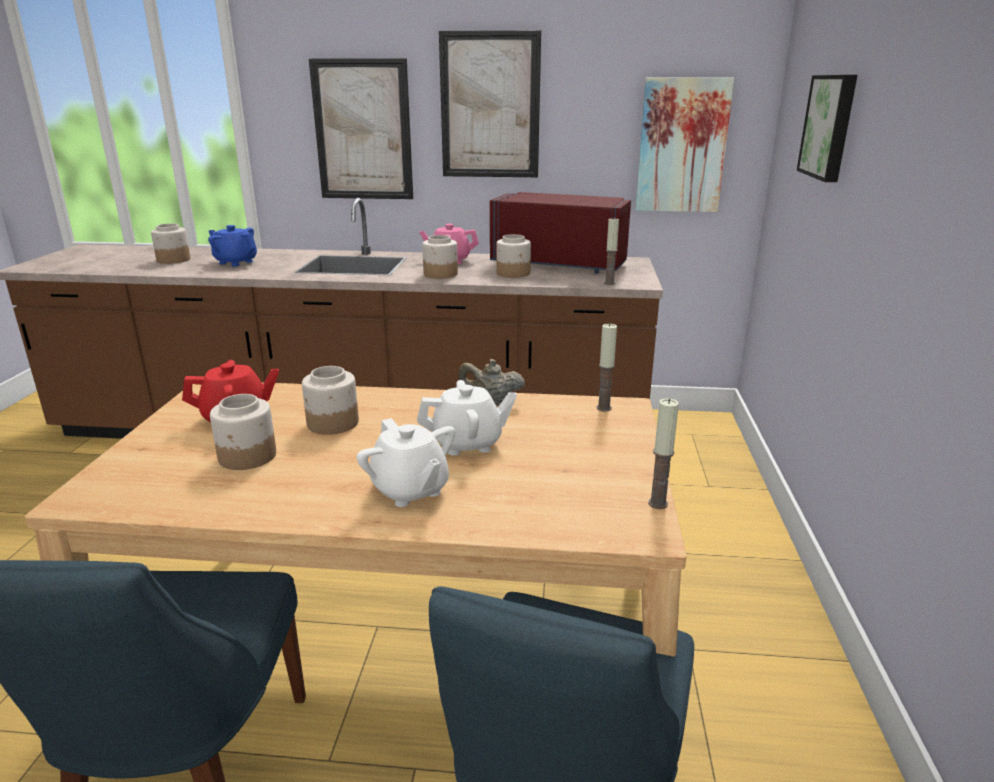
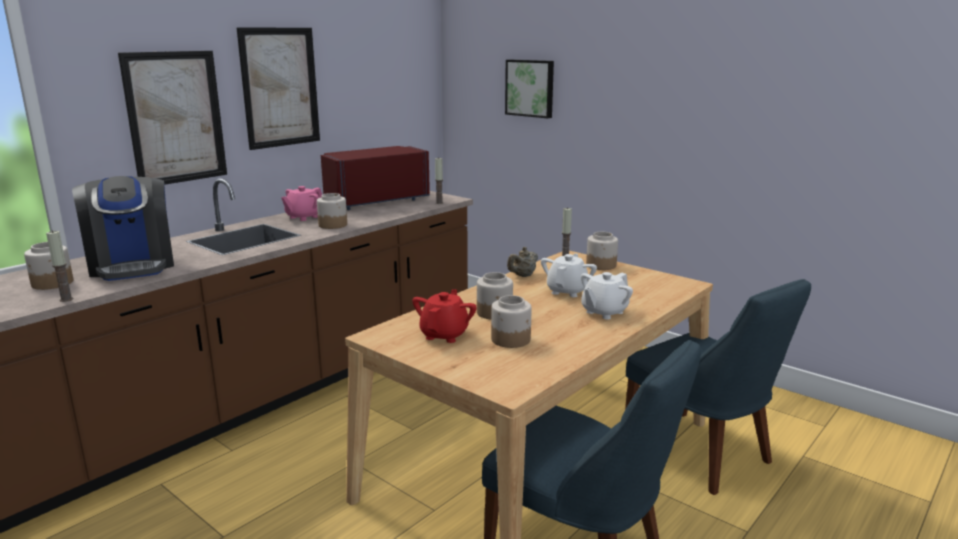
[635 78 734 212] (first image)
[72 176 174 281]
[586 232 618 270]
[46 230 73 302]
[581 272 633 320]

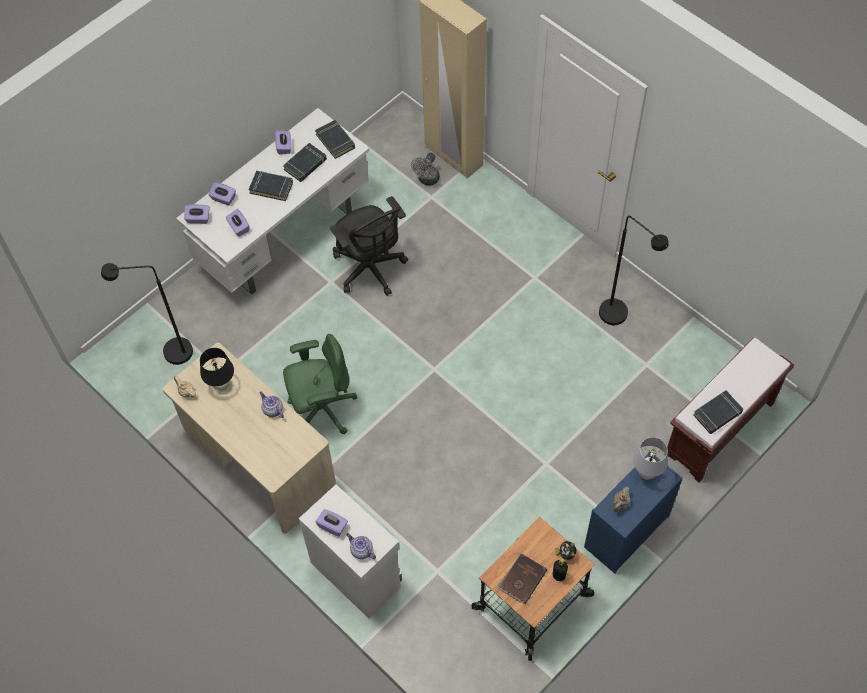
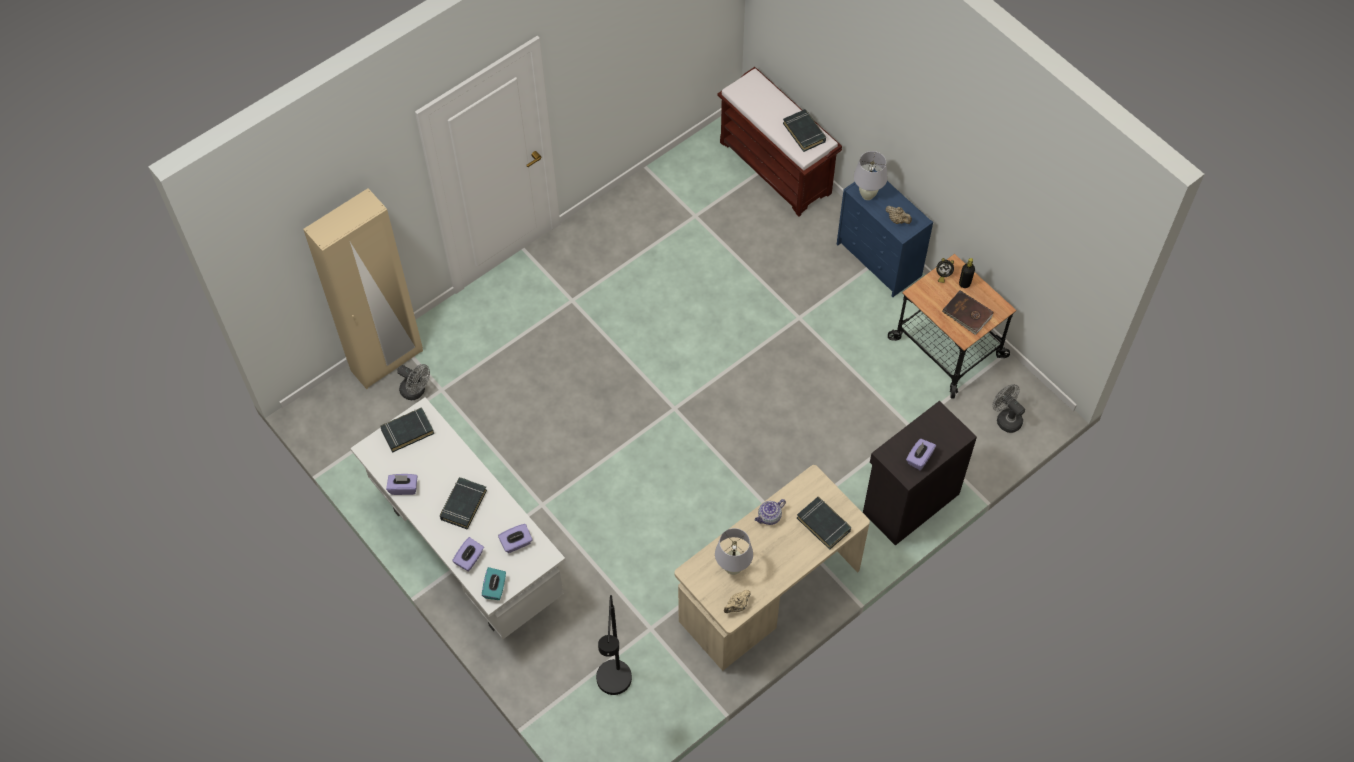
[797 497 851 549]
[330 196 408 296] (first image)
[482 567 506 600]
[599 216 669 325] (first image)
[283 334 357 434] (first image)
[715 528 753 575]
[863 401 977 546]
[346 533 376 559] (first image)
[992 384 1025 433]

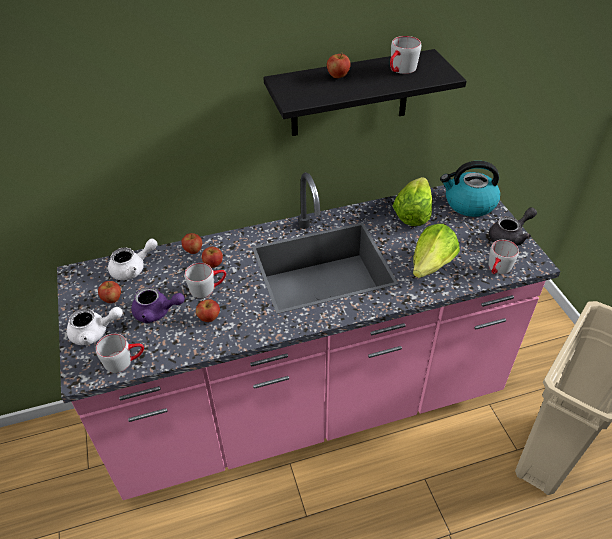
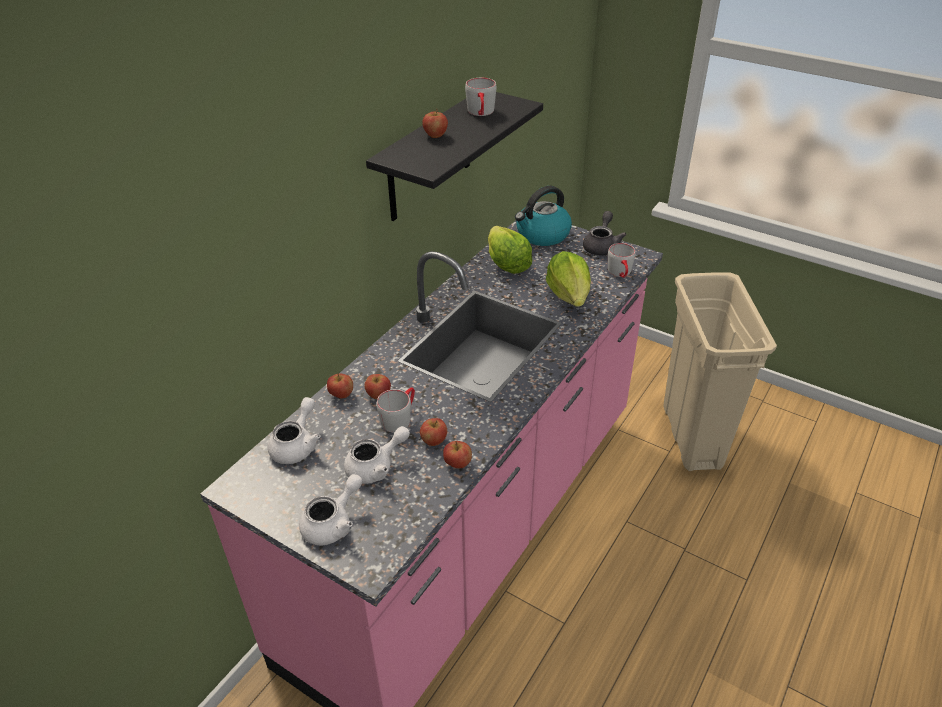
[443 441 472 468]
[344 426 410 484]
[96 334 144 373] (first image)

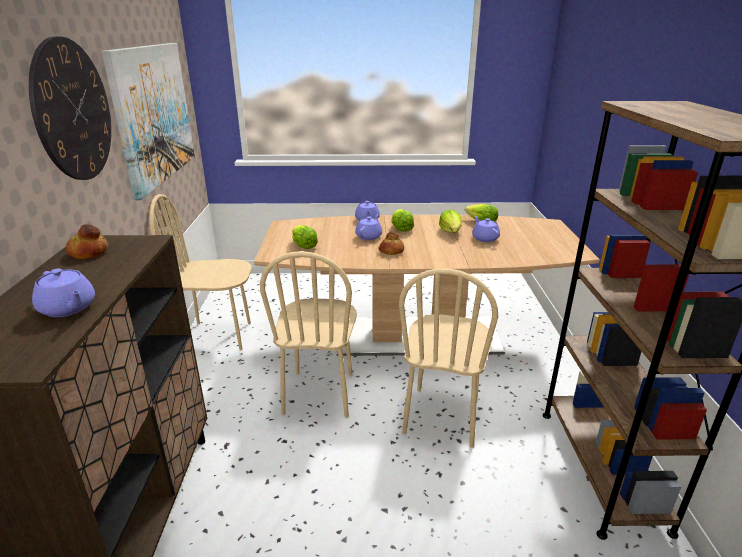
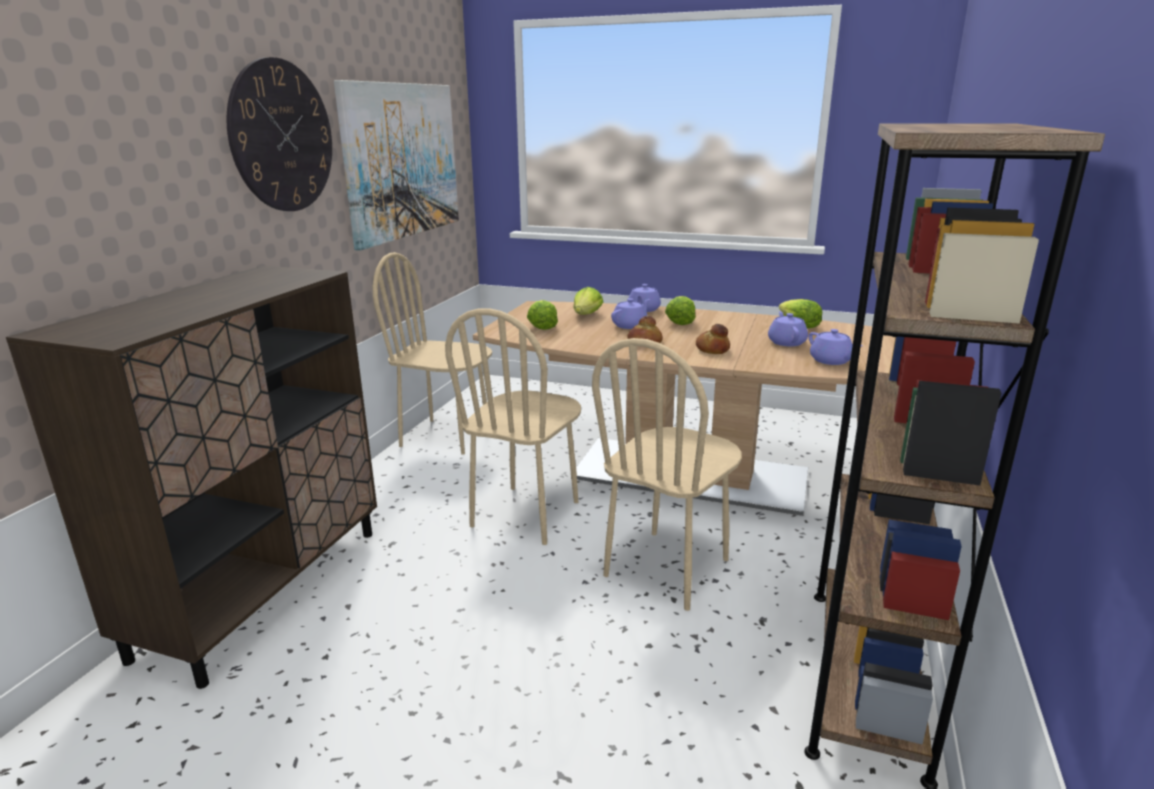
[574 287 603 315]
[696 324 730 354]
[809 329 863 365]

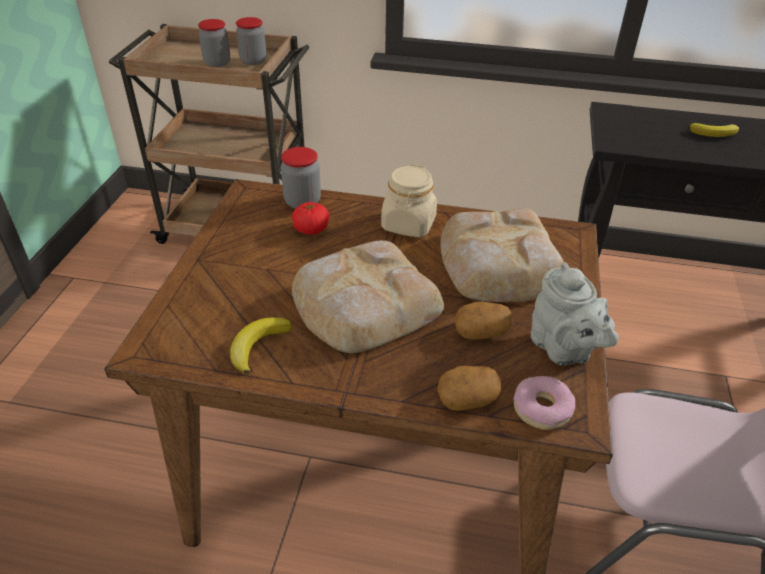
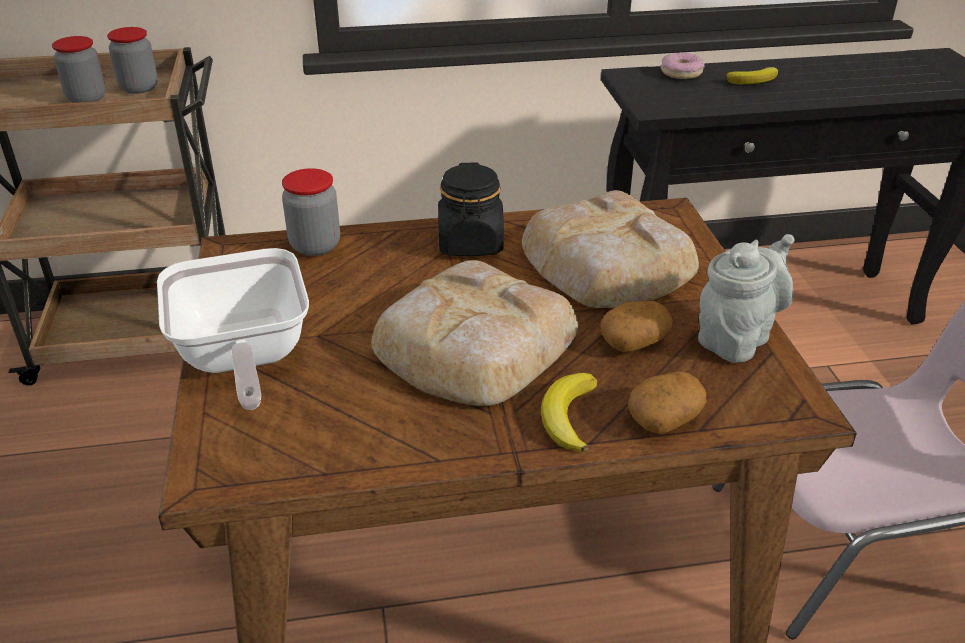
[438 163 504 256]
[292 202 330 235] (first image)
[698 234 794 363]
[541 373 598 452]
[661 52 704 79]
[157 248 309 410]

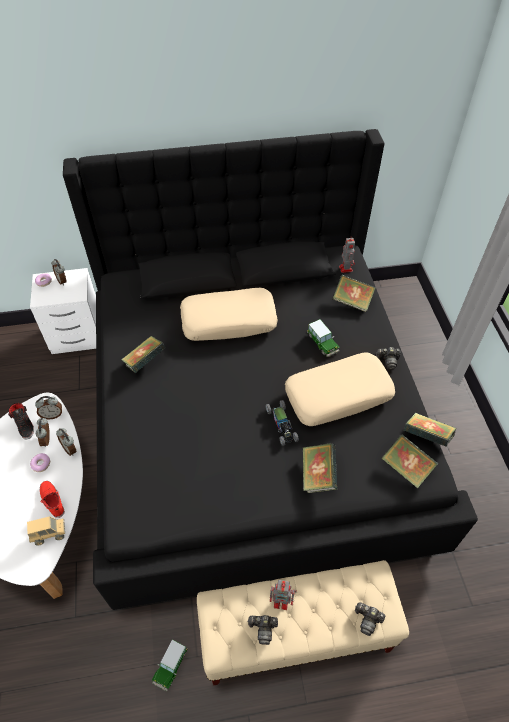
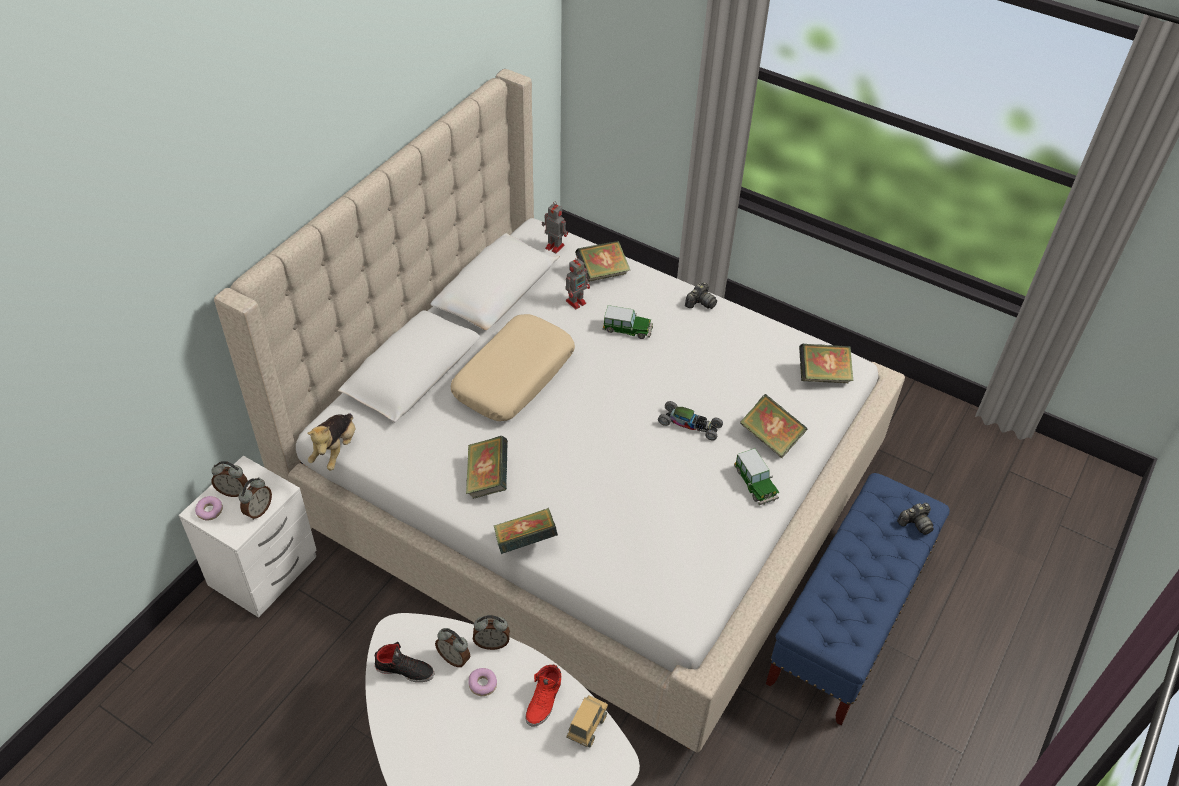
[214 69 905 752]
[285 353 395 426] (first image)
[239 477 272 520]
[494 508 558 554]
[525 664 561 727]
[766 473 950 725]
[565 257 590 309]
[248 615 278 645] (first image)
[734 448 779 505]
[307 413 356 470]

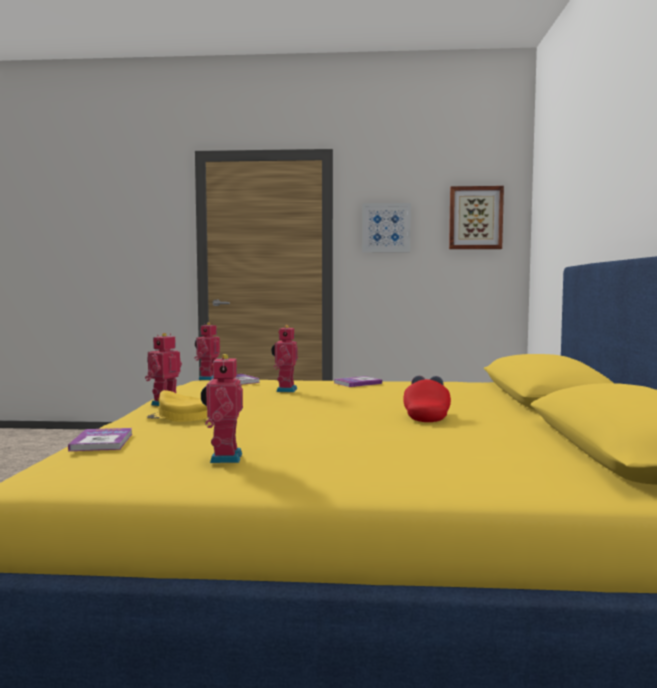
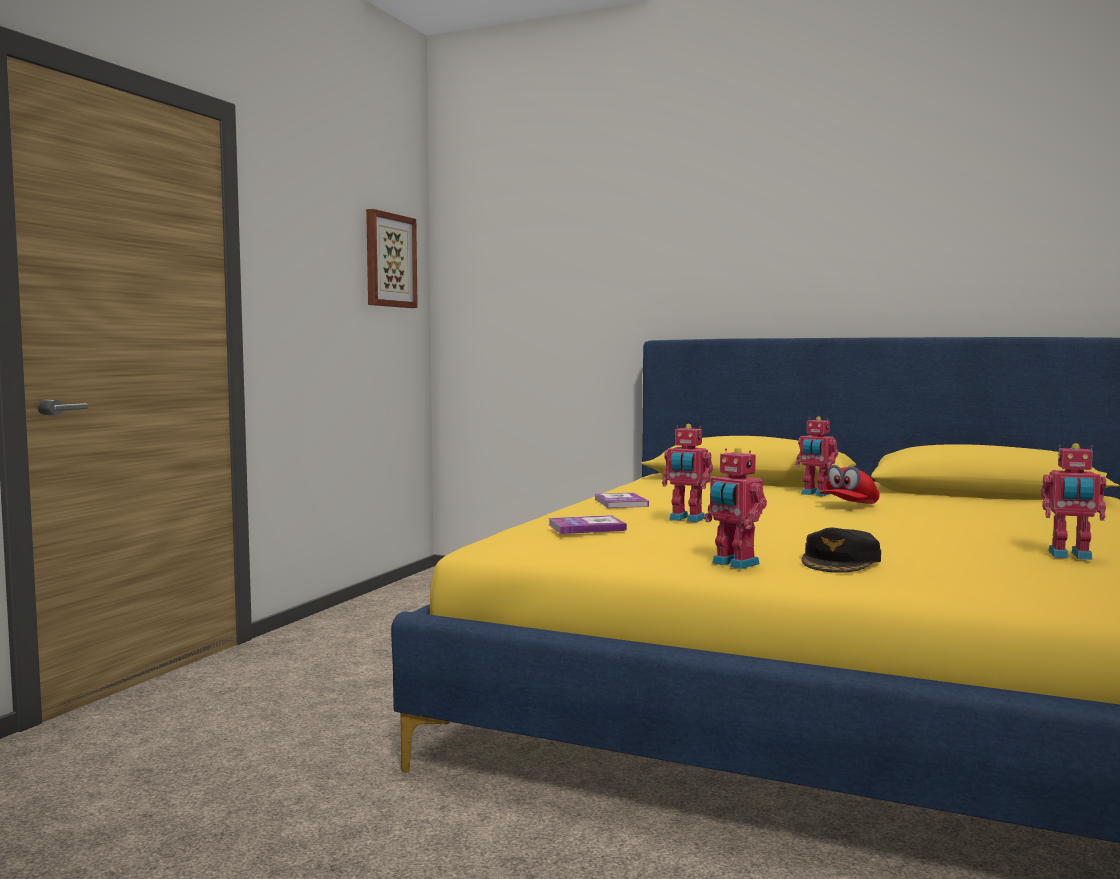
[362 203 411 252] (first image)
[795 416 838 496]
[820 465 880 504]
[802 528 881 573]
[68 428 132 451] (first image)

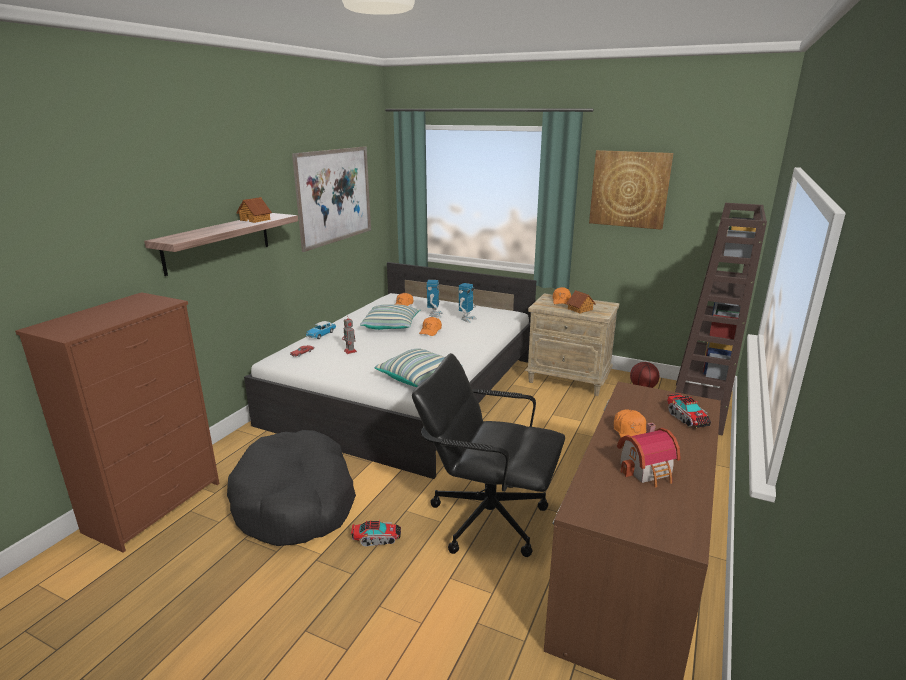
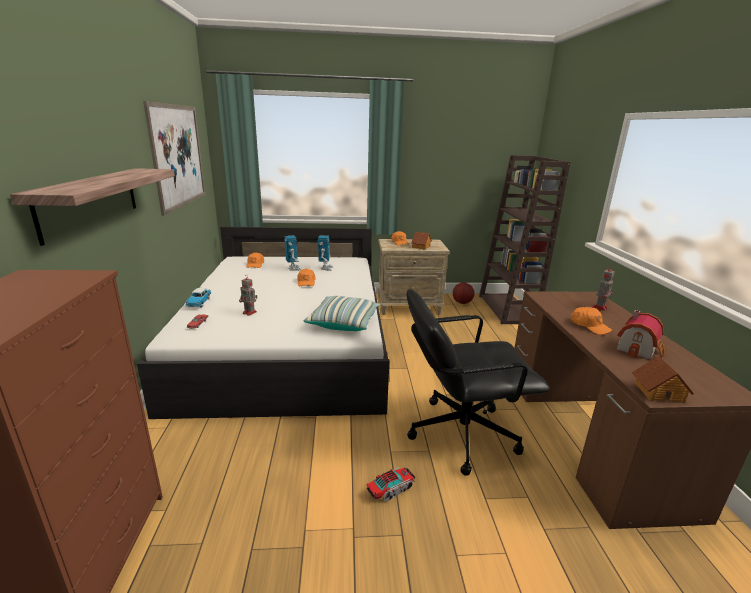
[589 150 674 230] (first image)
[632 356 694 403]
[360 304 420 330] (first image)
[592 266 615 311]
[227 430 356 546] (first image)

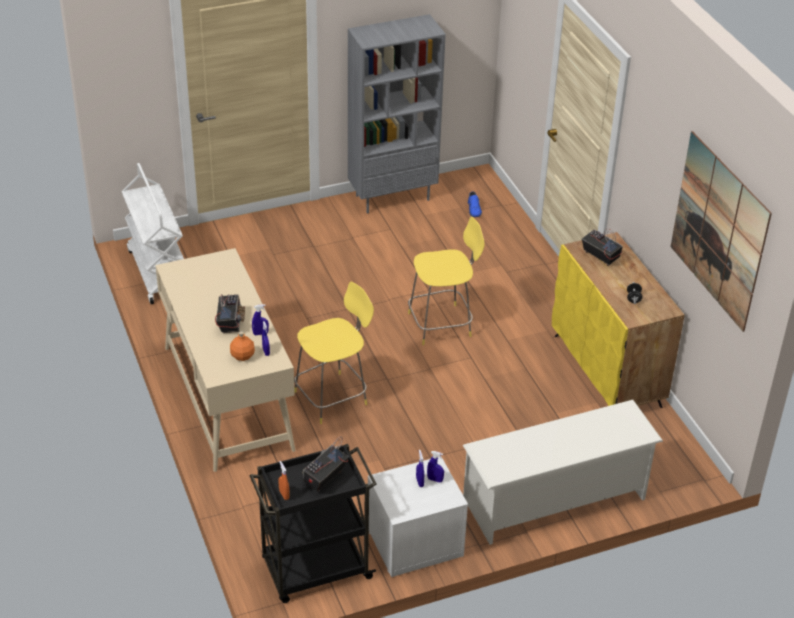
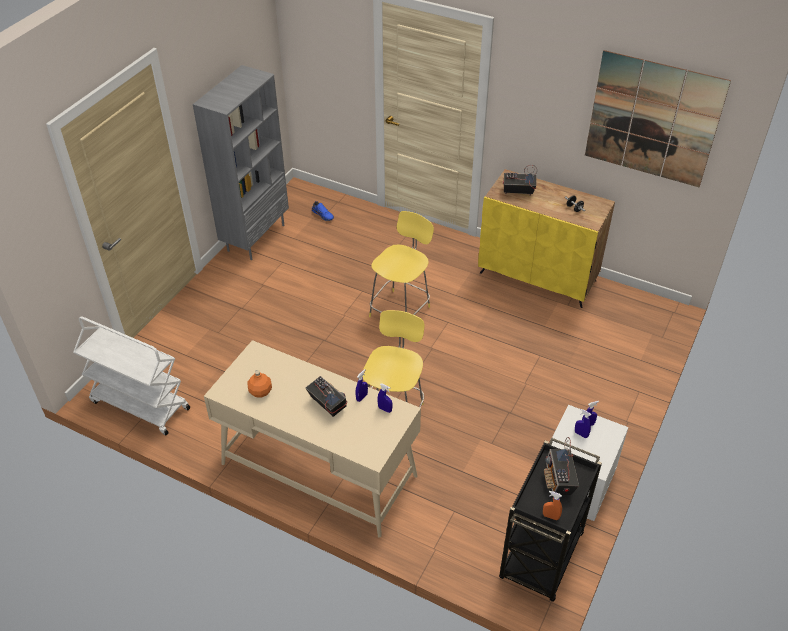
[248 370 272 398]
[463 400 663 545] (first image)

